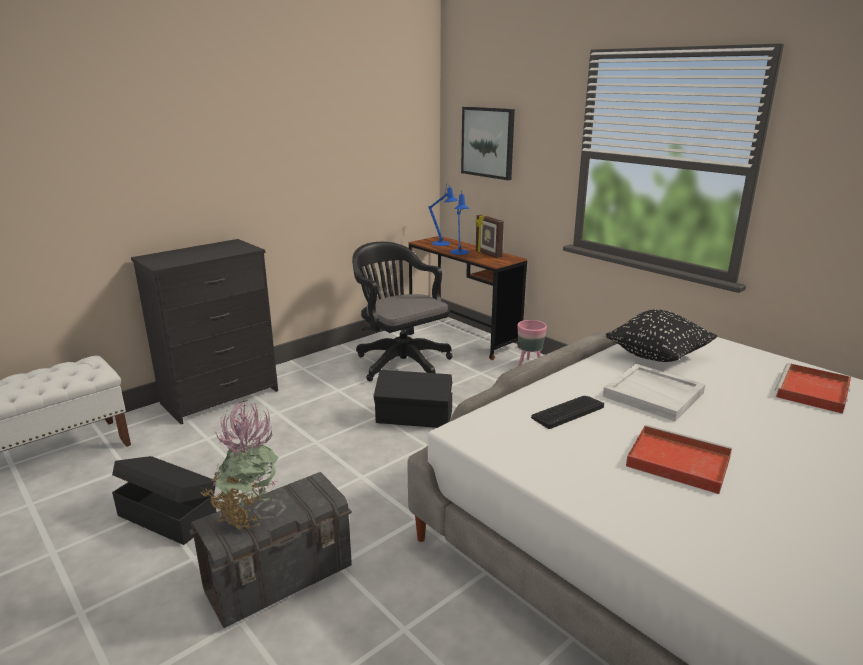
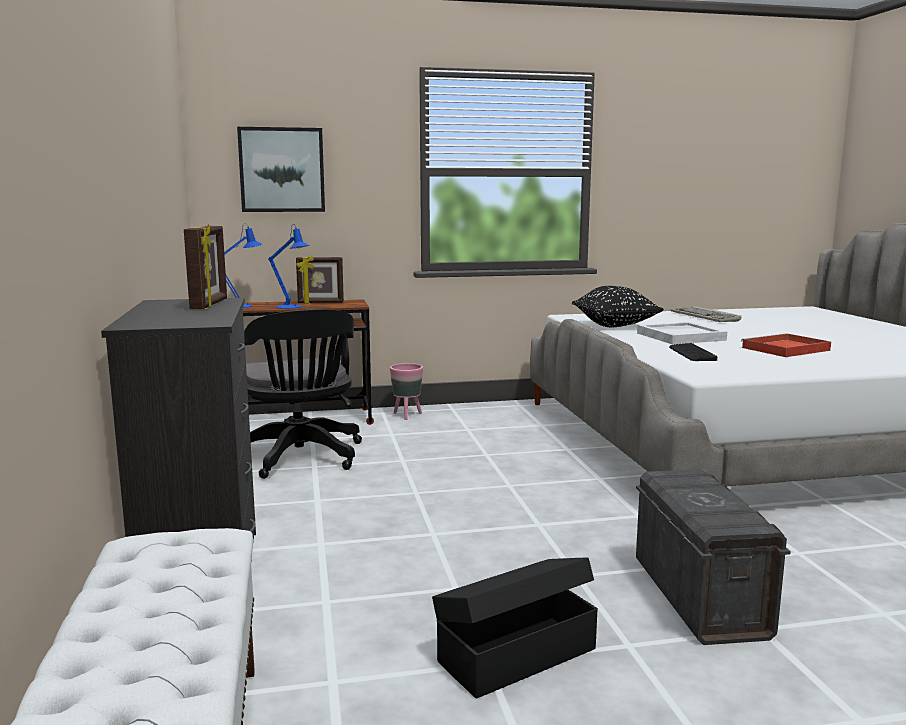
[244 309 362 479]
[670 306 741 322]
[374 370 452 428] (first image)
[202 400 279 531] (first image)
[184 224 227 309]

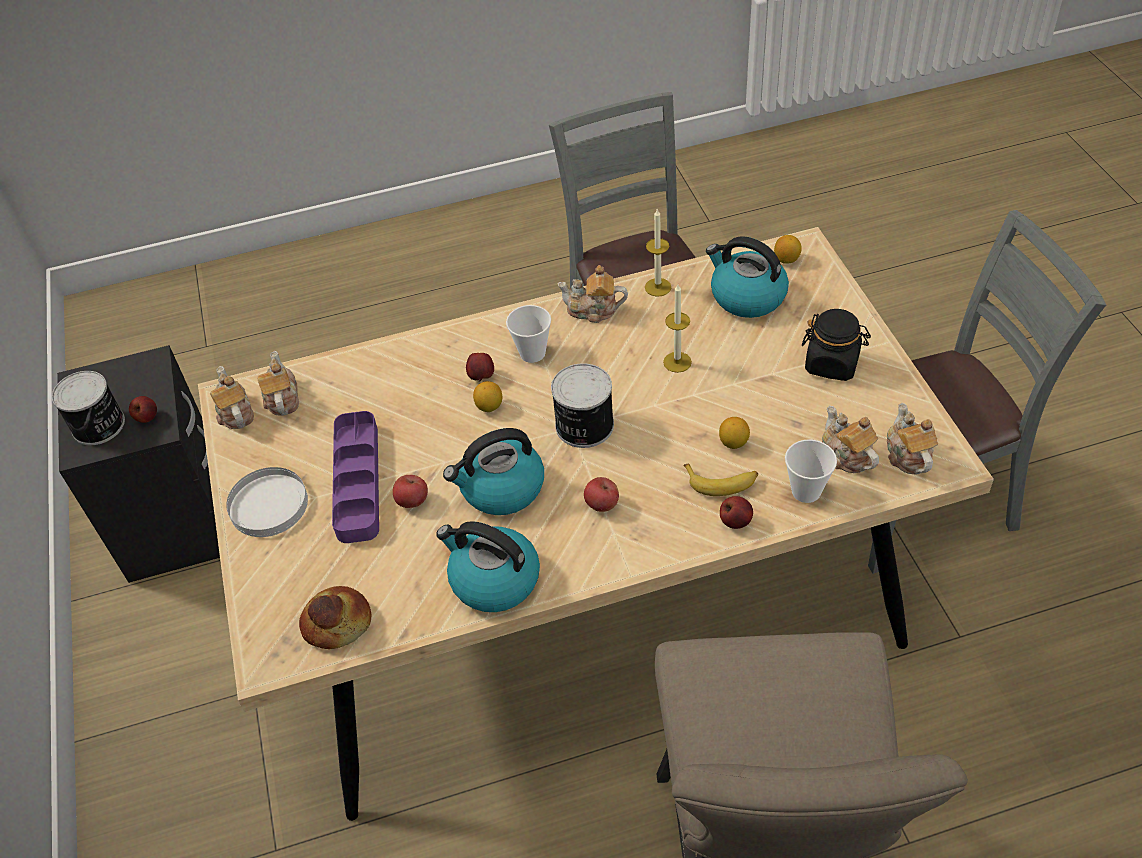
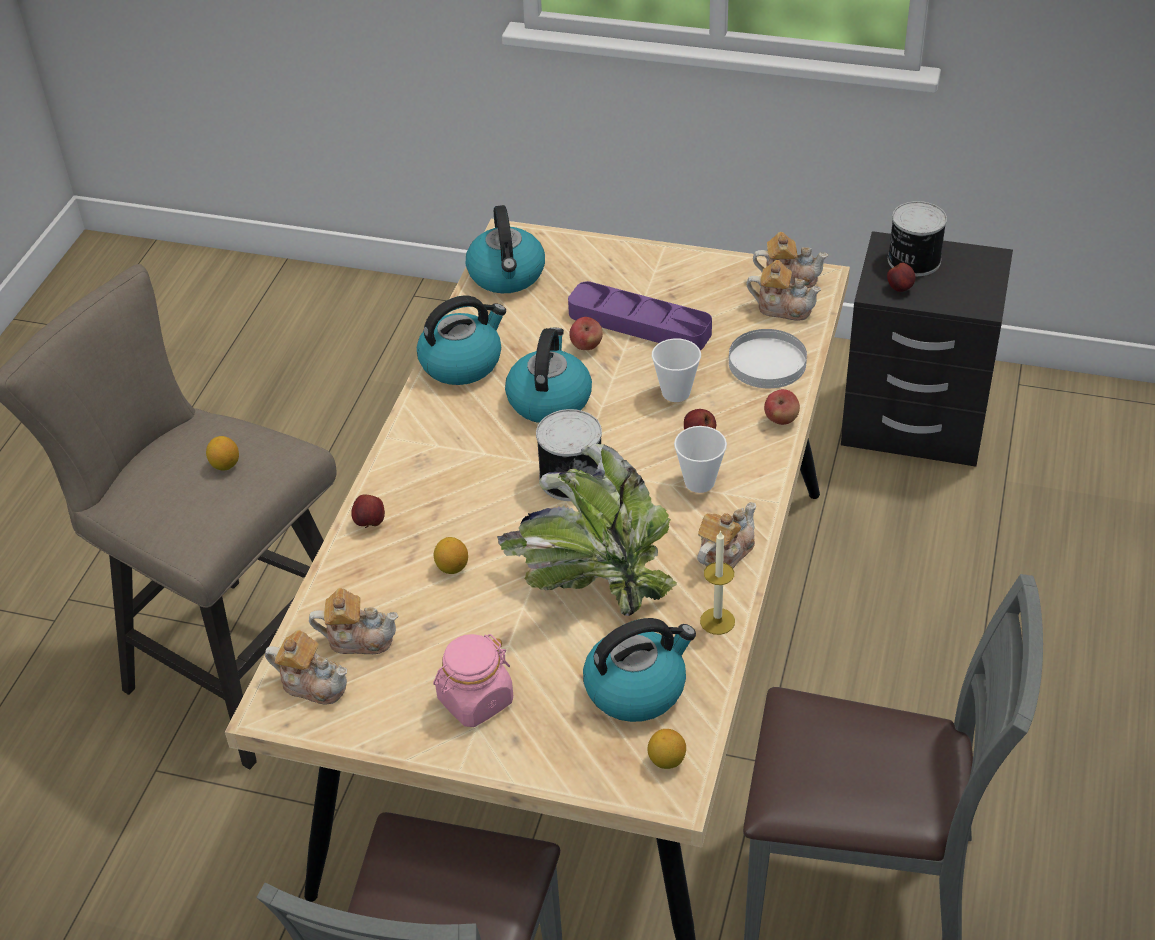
[497 444 677 616]
[433 634 513 727]
[206 436 239 470]
[652 338 701 402]
[684 464 758 496] (first image)
[729 329 807 388]
[764 389 800 425]
[466 205 545 293]

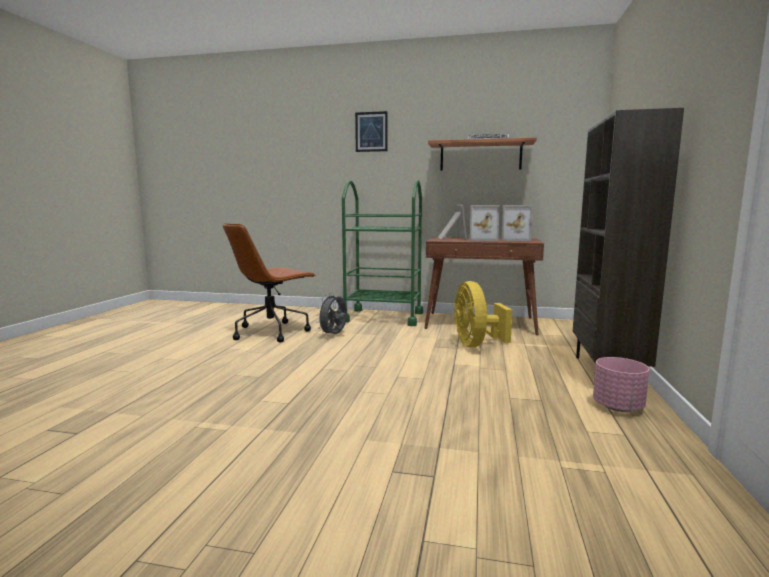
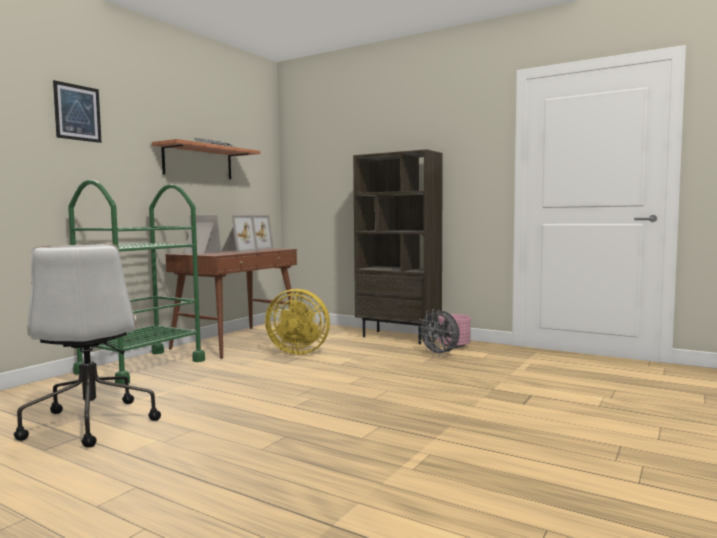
[14 244 161 447]
[418 309 459 357]

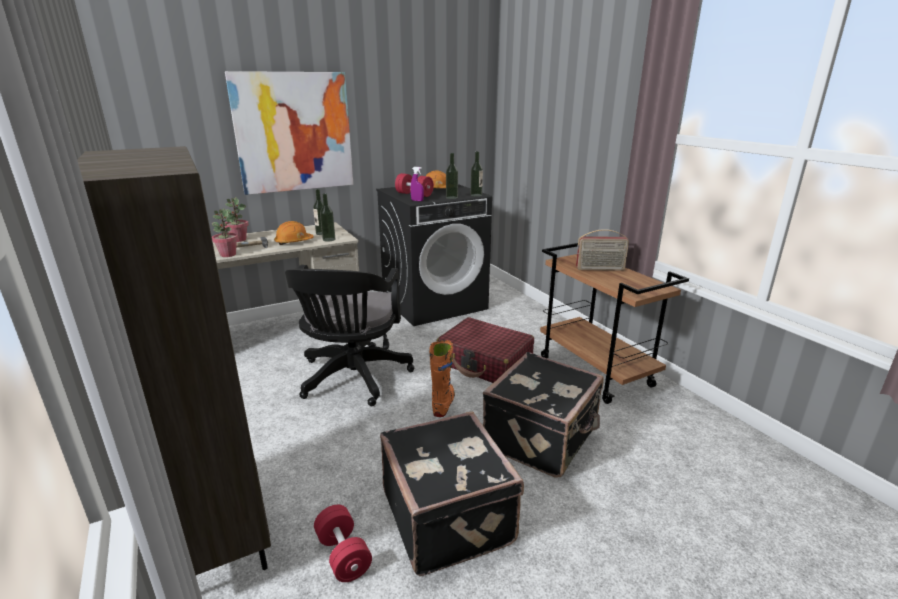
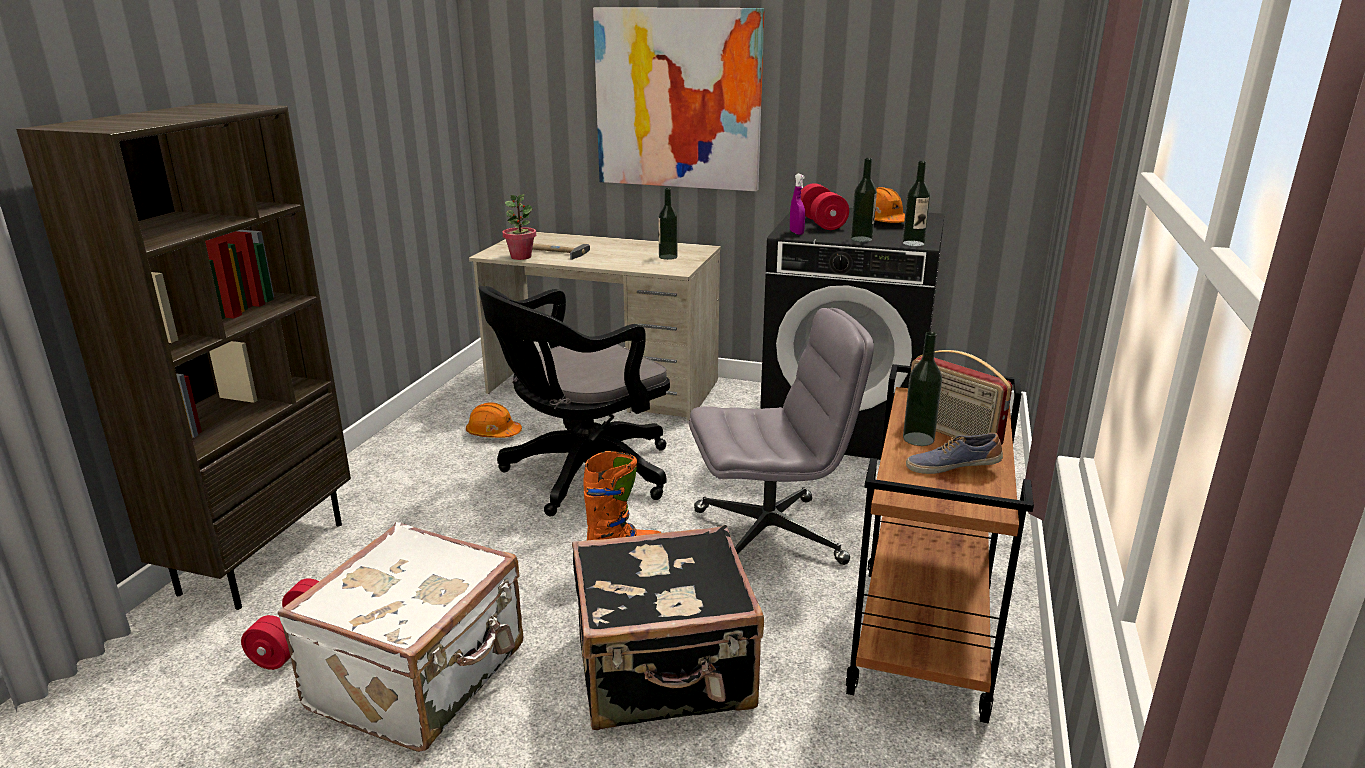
[903 332 942 446]
[225 197 249 242] (first image)
[466 402 522 438]
[689 308 874 565]
[278 522 523 752]
[906 433 1003 474]

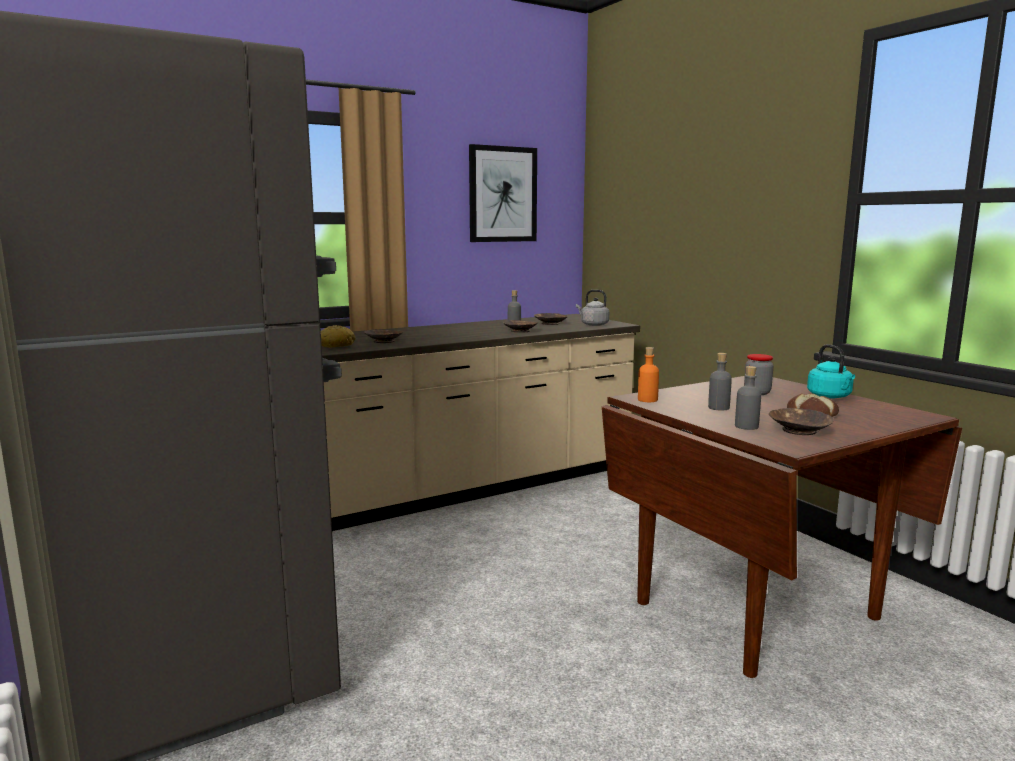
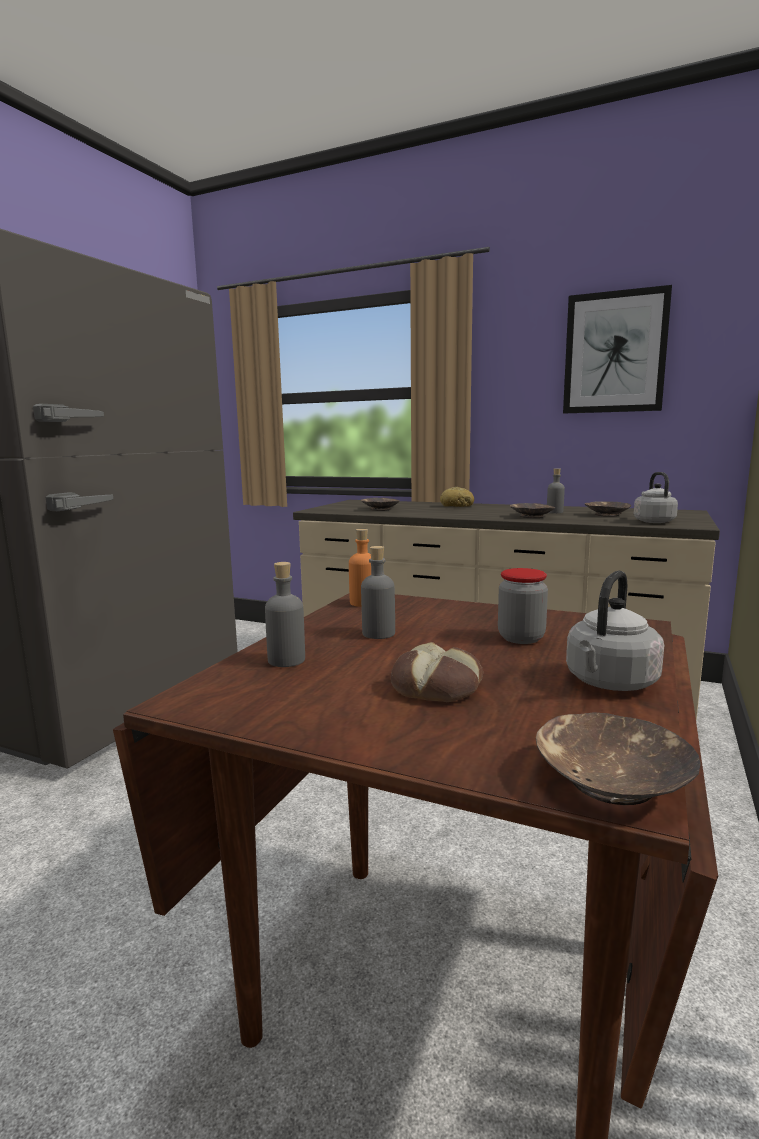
[440 487 474 507]
[566 571 664 691]
[536 712 701 805]

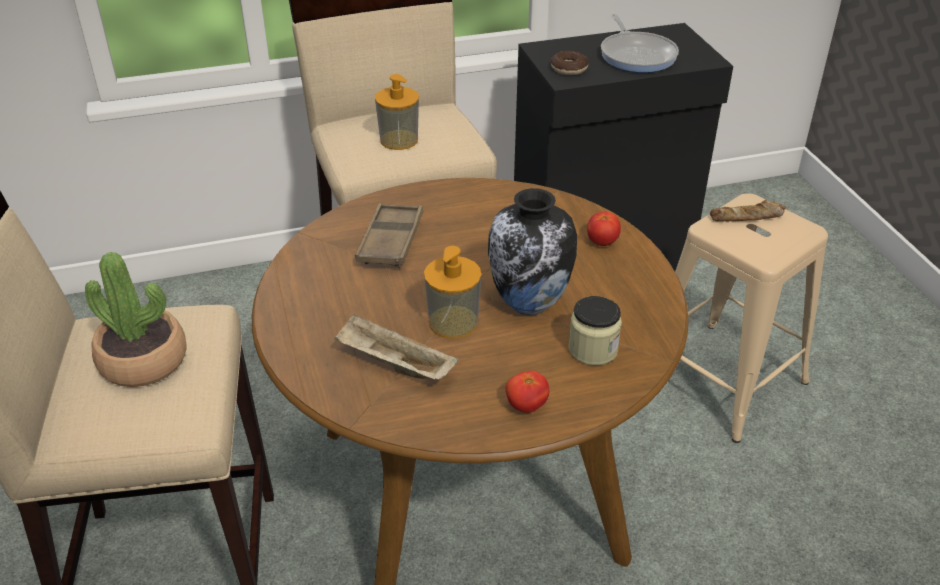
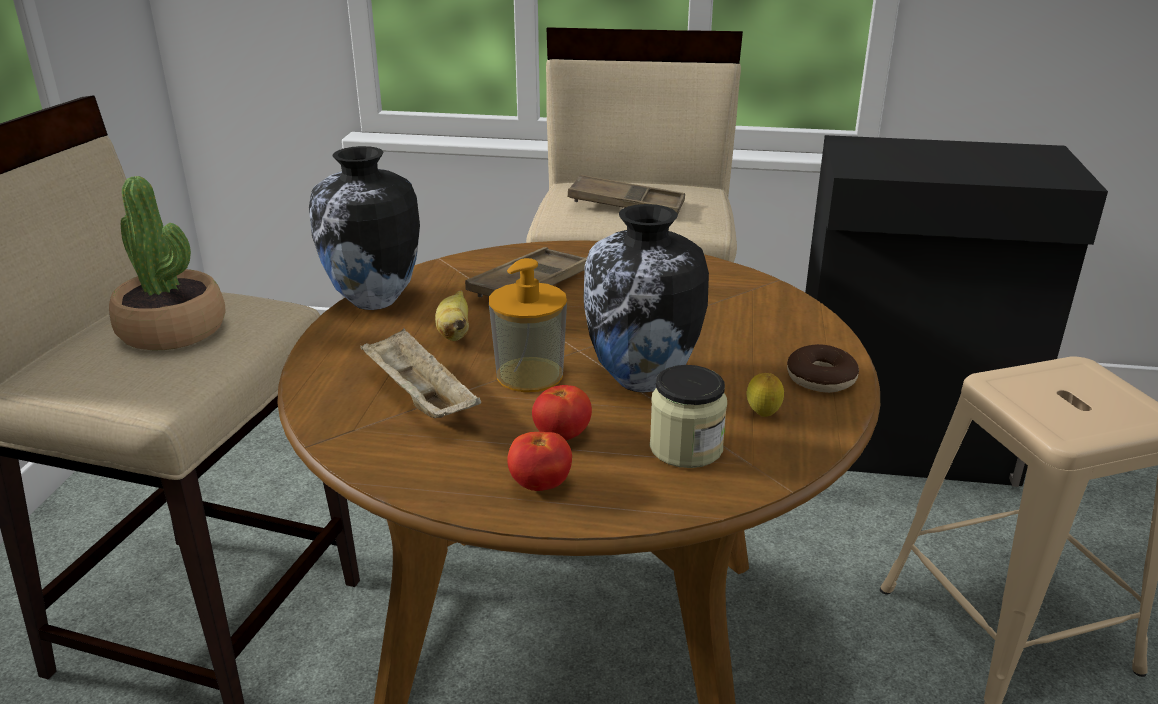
[601 14 679 73] (first image)
[787 344 859 393]
[567 175 685 215]
[710 199 786 221] (first image)
[532 385 592 440]
[309 146 420 310]
[435 291 469 341]
[747 373 784 417]

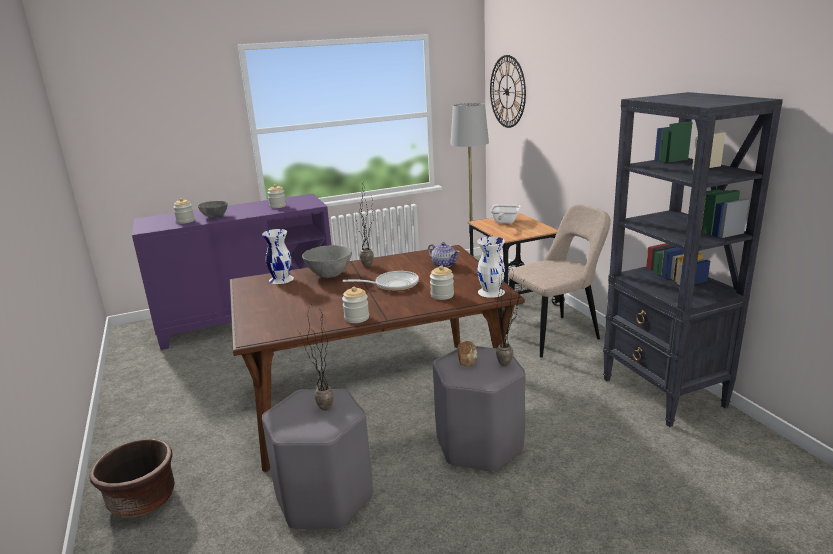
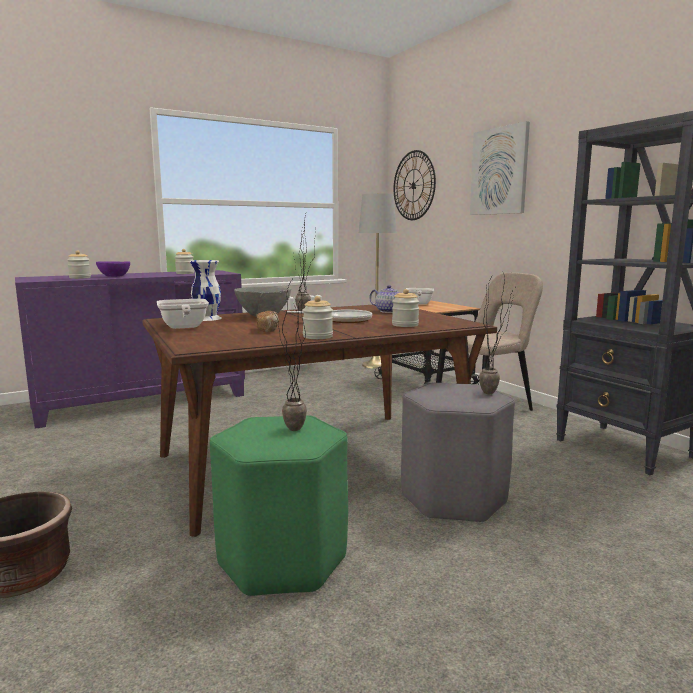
[96 261 130 277]
[477 236 505 298] (first image)
[256 311 279 332]
[210 415 348 597]
[470 121 530 215]
[157 299 209 329]

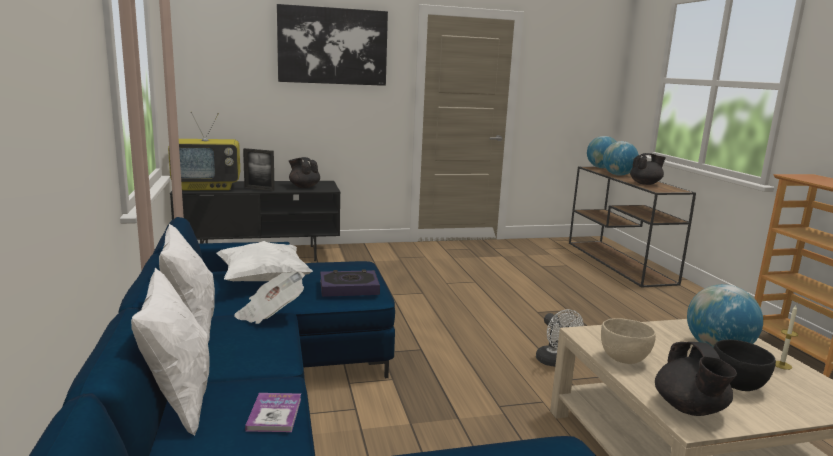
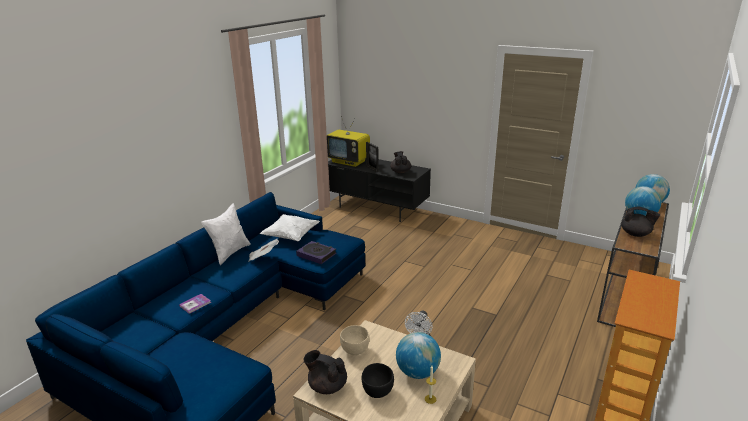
[277 4 388 86] (first image)
[131 268 209 436] (first image)
[303 350 347 394]

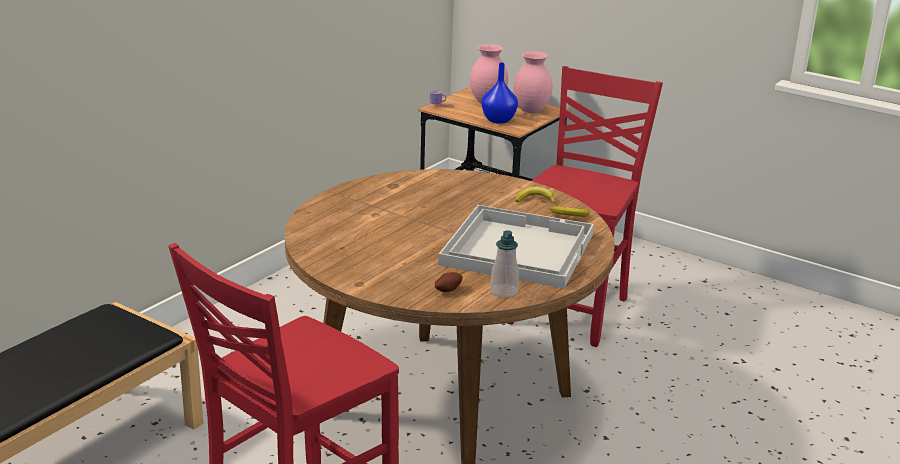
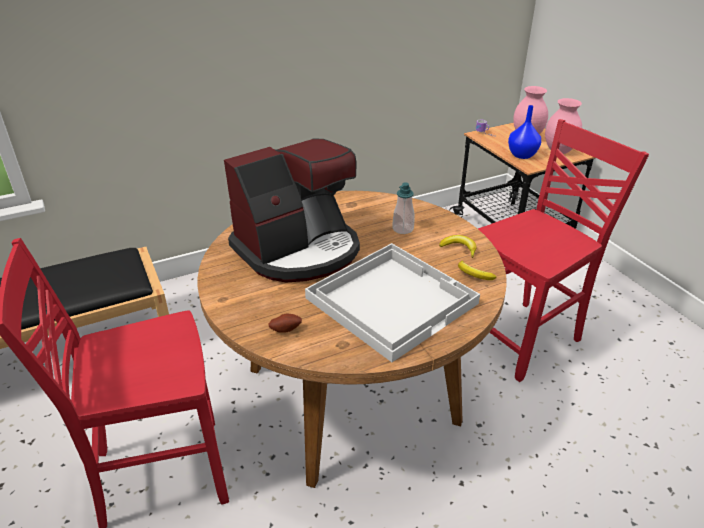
[392 182 414 234]
[224 138 360 283]

